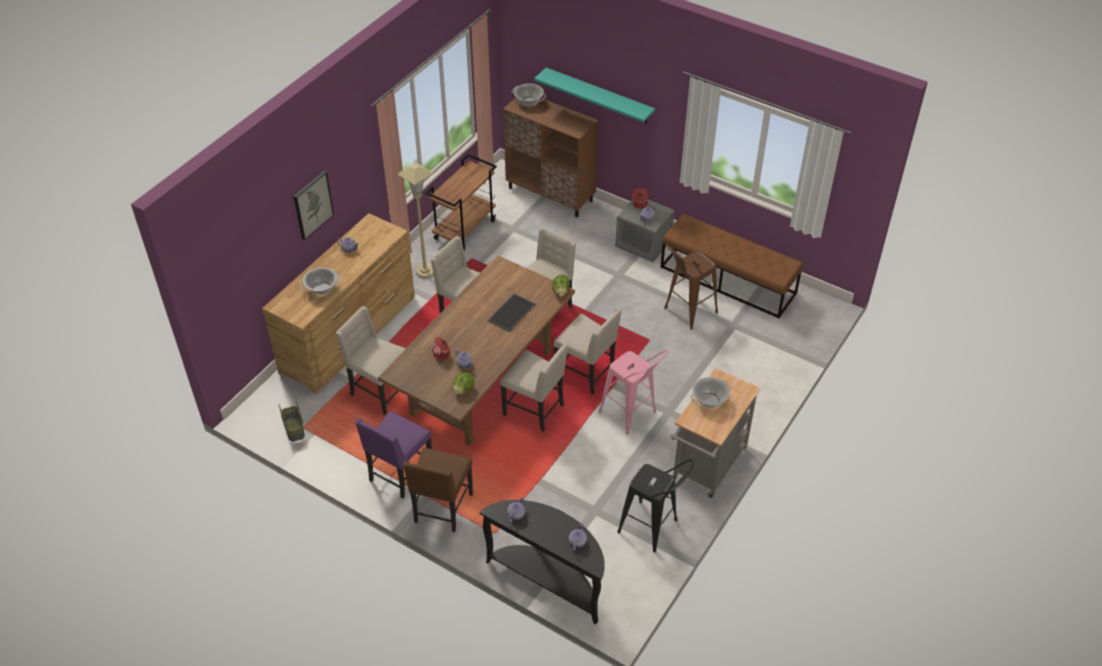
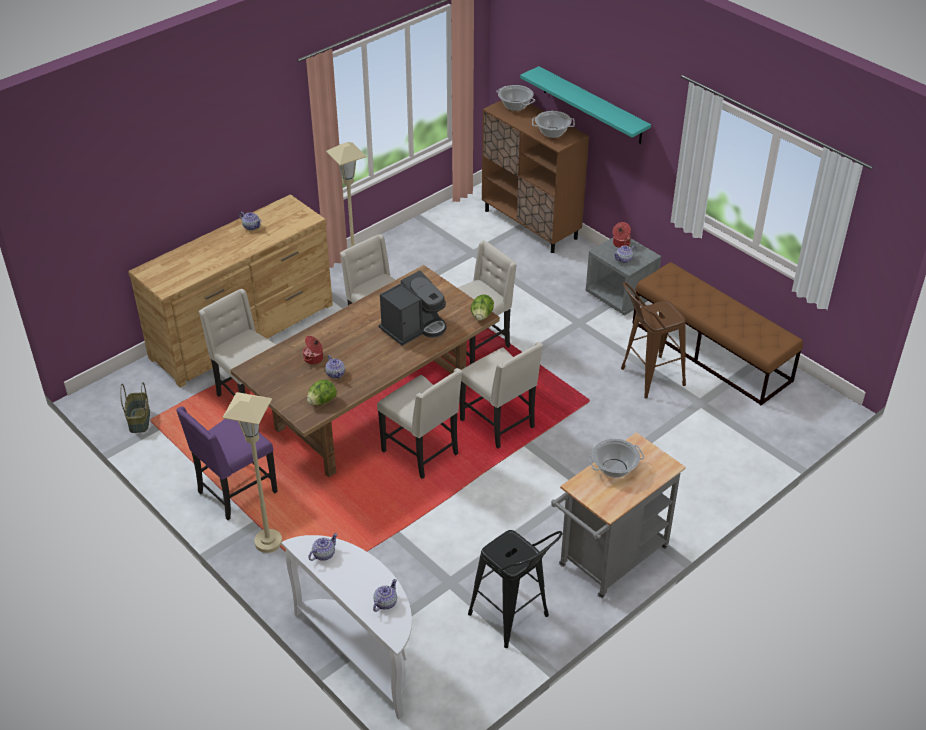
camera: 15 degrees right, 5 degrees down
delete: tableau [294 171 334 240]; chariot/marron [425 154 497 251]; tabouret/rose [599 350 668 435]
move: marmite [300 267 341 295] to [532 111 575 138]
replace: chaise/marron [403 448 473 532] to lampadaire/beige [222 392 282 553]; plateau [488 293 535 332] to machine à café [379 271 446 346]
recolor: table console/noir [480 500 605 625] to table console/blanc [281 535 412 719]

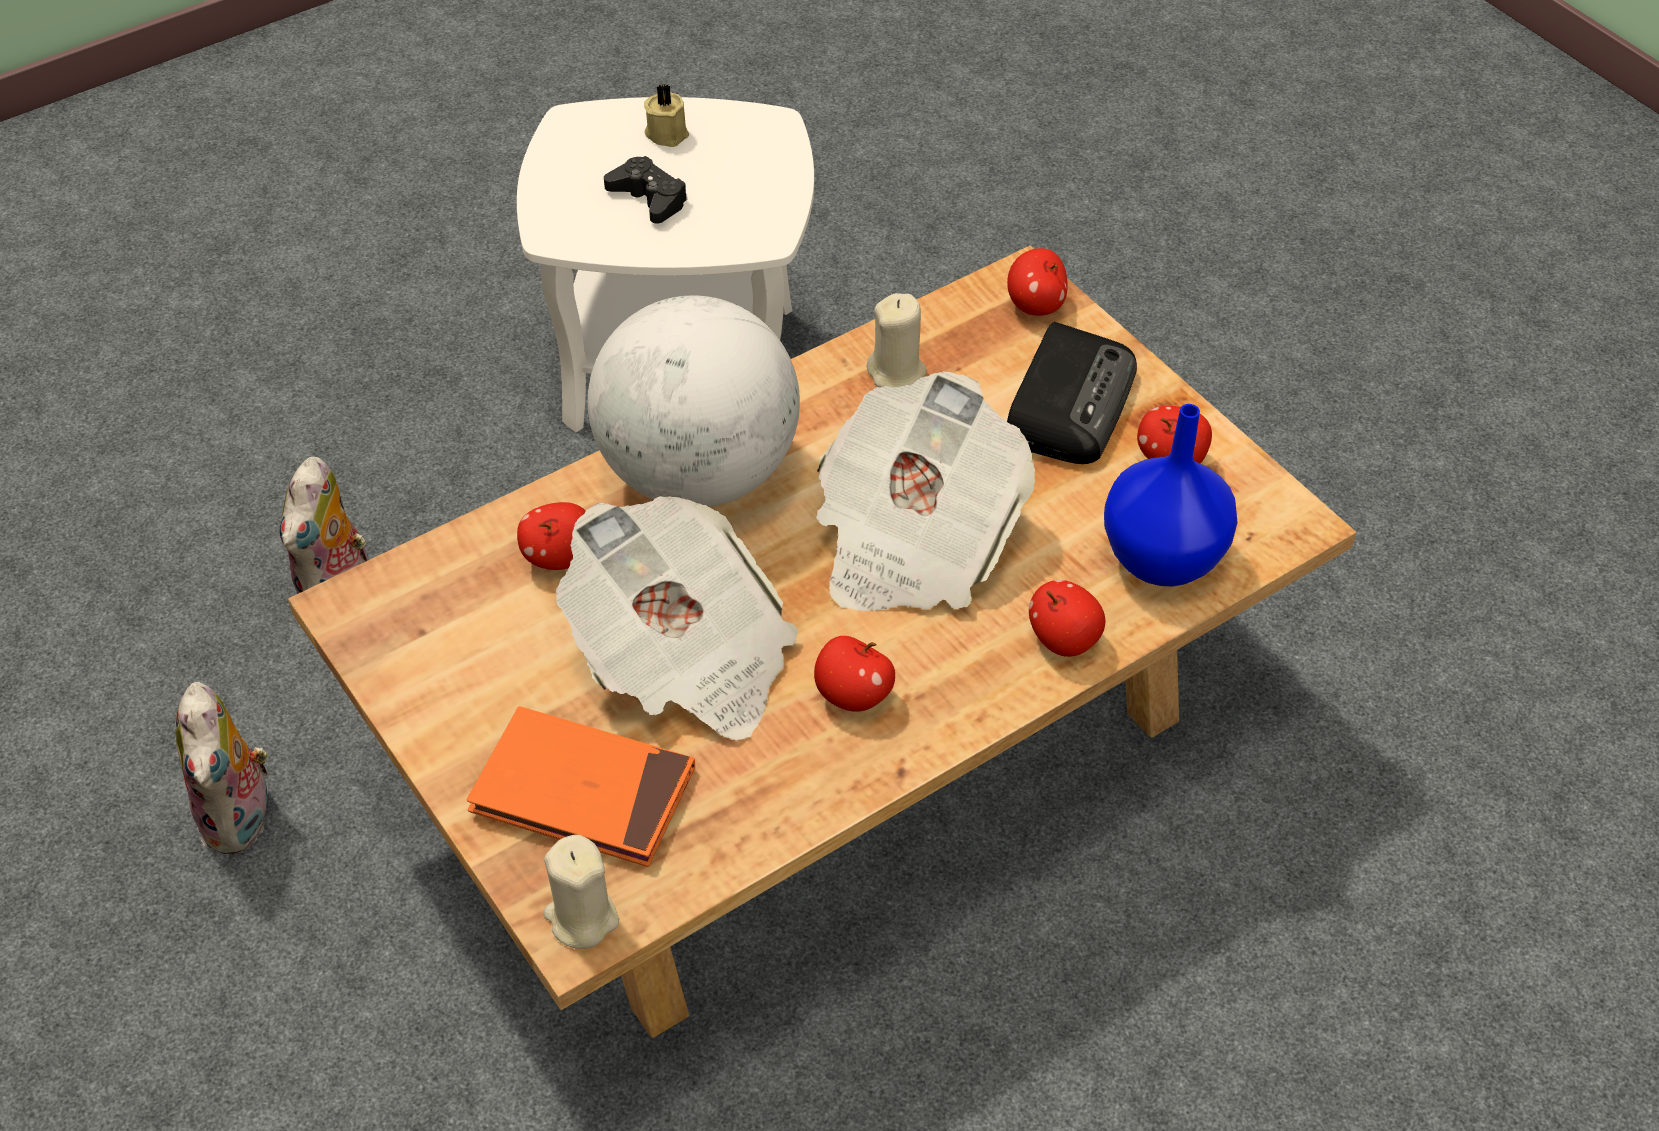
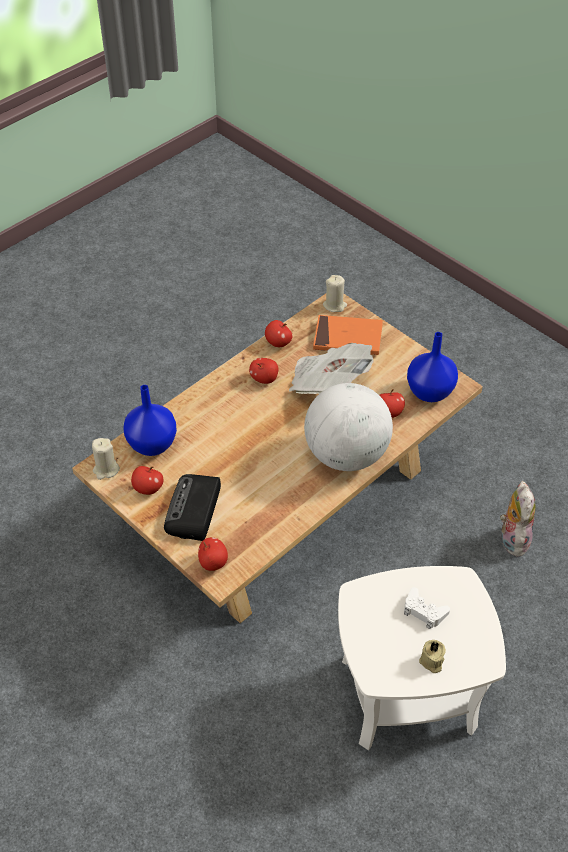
camera: 170 degrees right, 0 degrees up
delete: peluche [176 682 274 854]; journal [816 372 1035 611]
insert: vase/bleu [407 332 458 402]
move: bougie/beige [867 293 927 387] to [92 438 120 480]; pomme [1029 580 1105 657] to [265 320 292 347]
recolor: manette/noir [604 156 688 224] to manette/blanc [404 587 450 629]

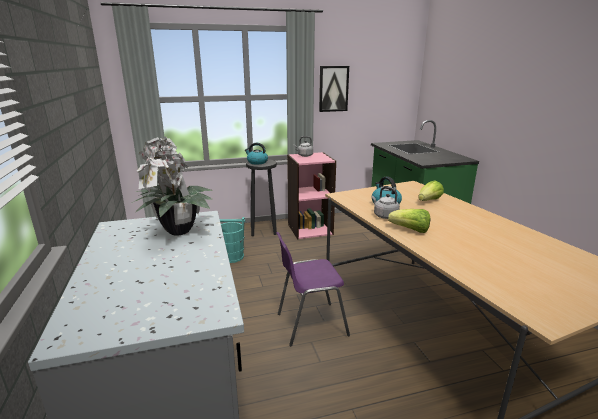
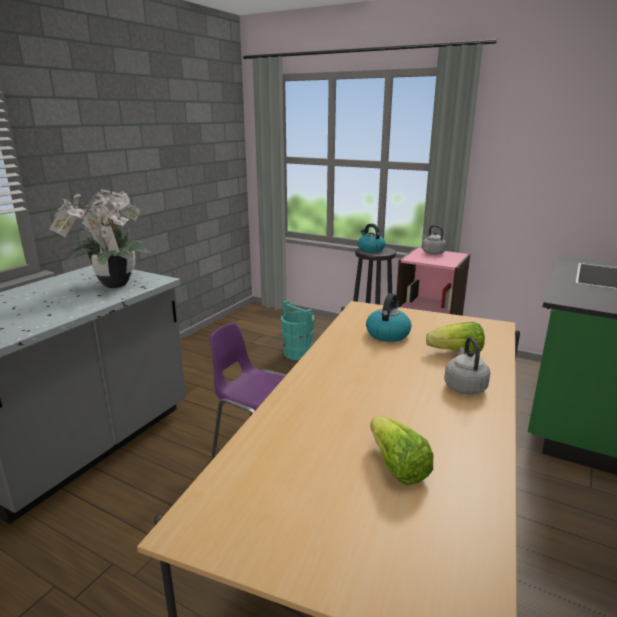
camera: 45 degrees right, 0 degrees up
delete: tableau [319 66 349 112]
move: laitue [388 209 430 233] to [370 416 434 485]; bouilloire/gris [372 187 400 219] to [444 337 490 395]

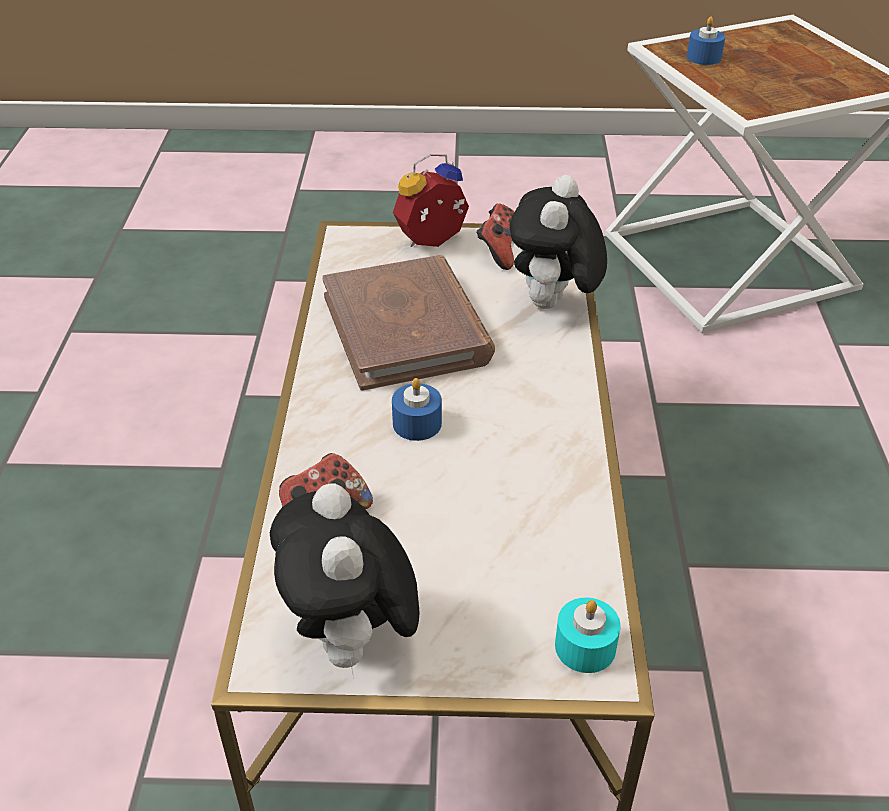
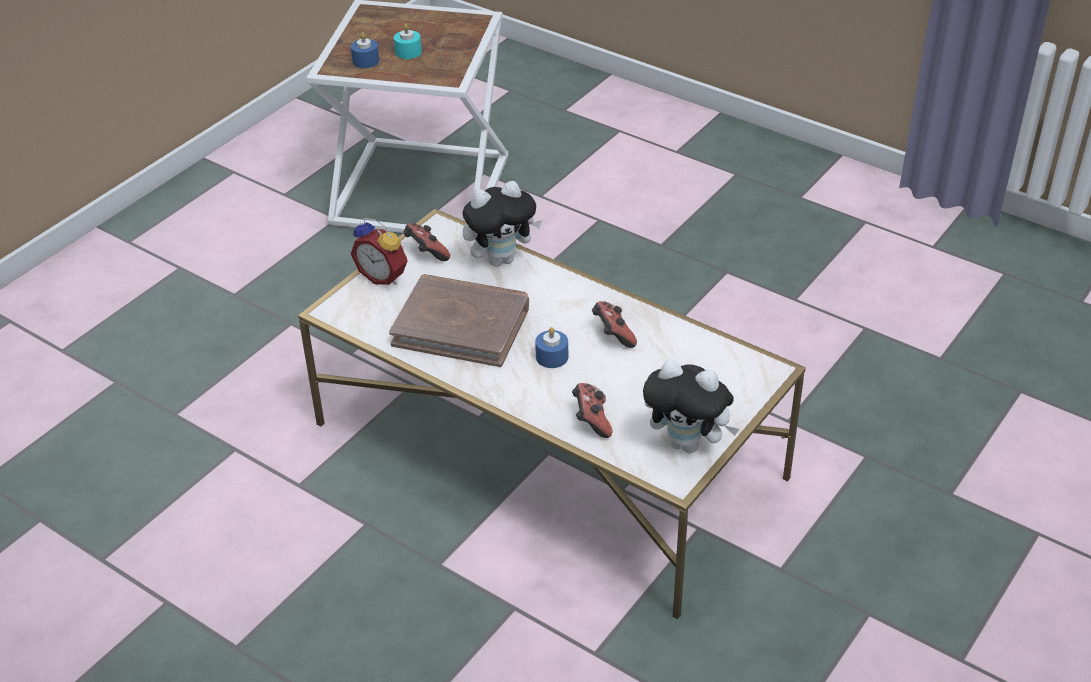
camera: 55 degrees left, 0 degrees up
insert: manette [592 301 637 348]
move: bougie/turquoise [555 598 620 673] to [394 24 422 59]
rotate: réveil [393 154 469 247] = [351 218 408 285] 60 degrees counterclockwise; peluche [510 175 607 309] = [462 181 542 267] 75 degrees counterclockwise

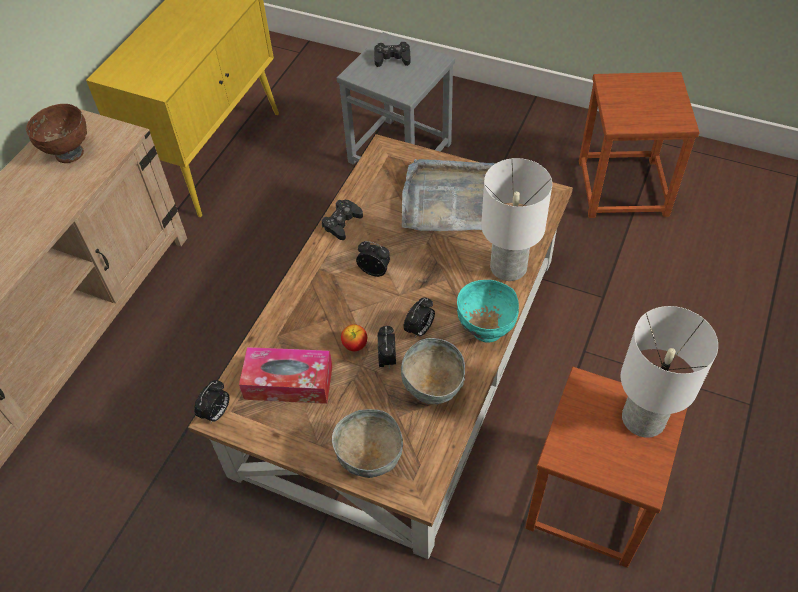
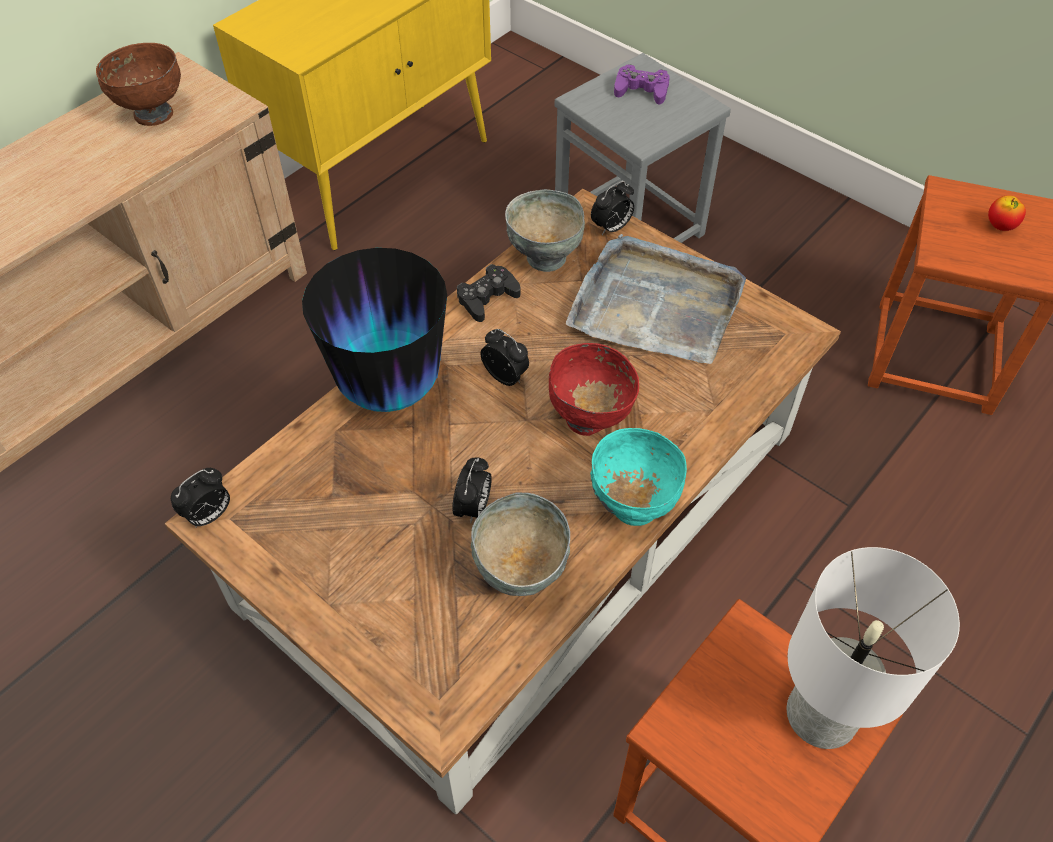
camera: 15 degrees right, 0 degrees up
delete: boîte à mouchoirs [239 347 332 404]; lampe de table/blanc [481 158 552 281]
insert: vase [302 248 447 412]; bol/rouge [549 343 639 436]
move: bol/gris [332 409 403 478] to [505 189 585 272]; réveil [403 298 435 338] to [591 181 634 235]; pomme [341 324 367 351] to [988 195 1026 231]
recolor: manette/noir [374 42 411 67] to manette/violet [614 64 670 104]

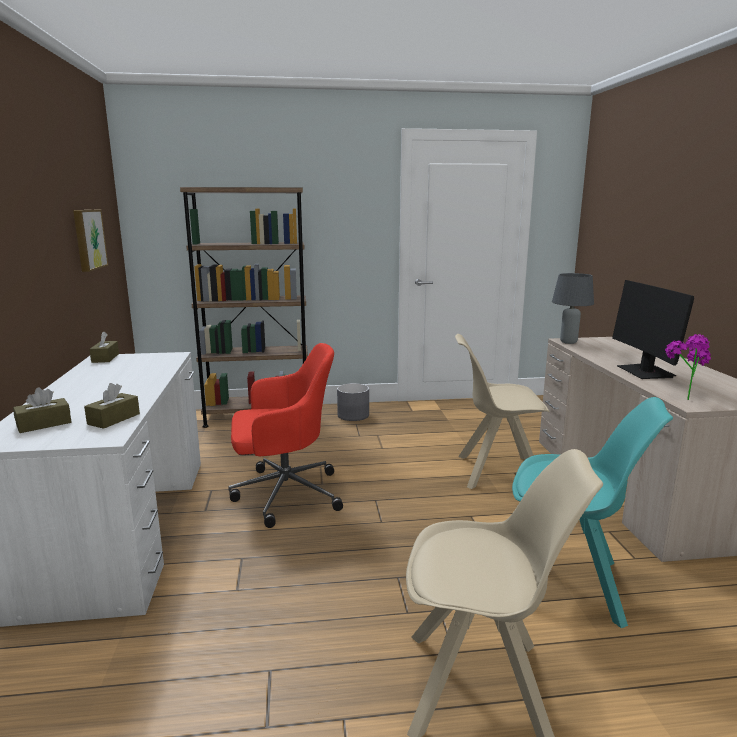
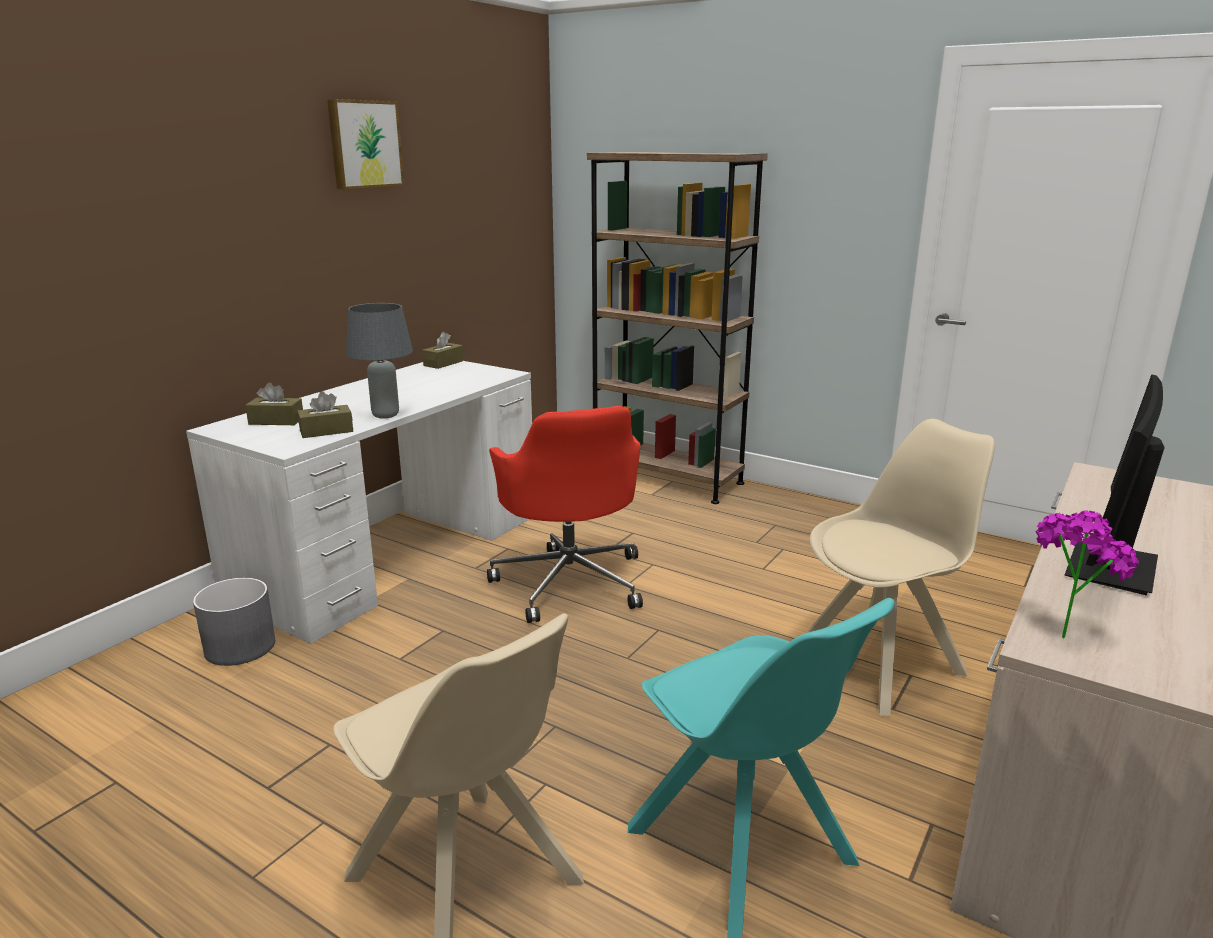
camera: 40 degrees right, 5 degrees up
move: cache-pot/gris [337 383 369 421] to [193 578 275 666]; tableau [73 210 109 272] to [327 99 404 189]; lampe de table/gris [552 273 594 344] to [346 303 413 419]
rotate: chaise de bureau/rouge [228 343 343 528] = [487 406 643 623] 45 degrees clockwise; chaise/beige [455 334 550 489] = [806 419 995 716] 105 degrees clockwise

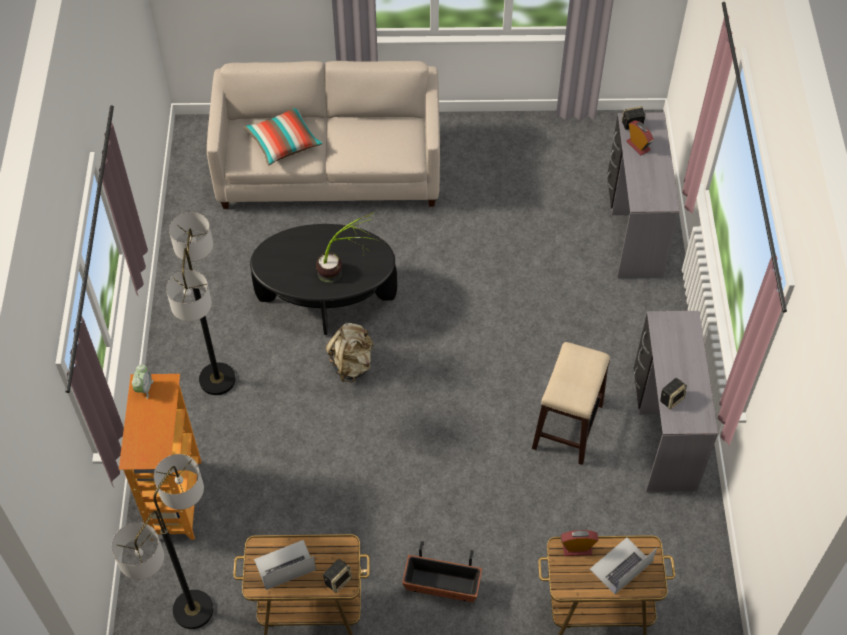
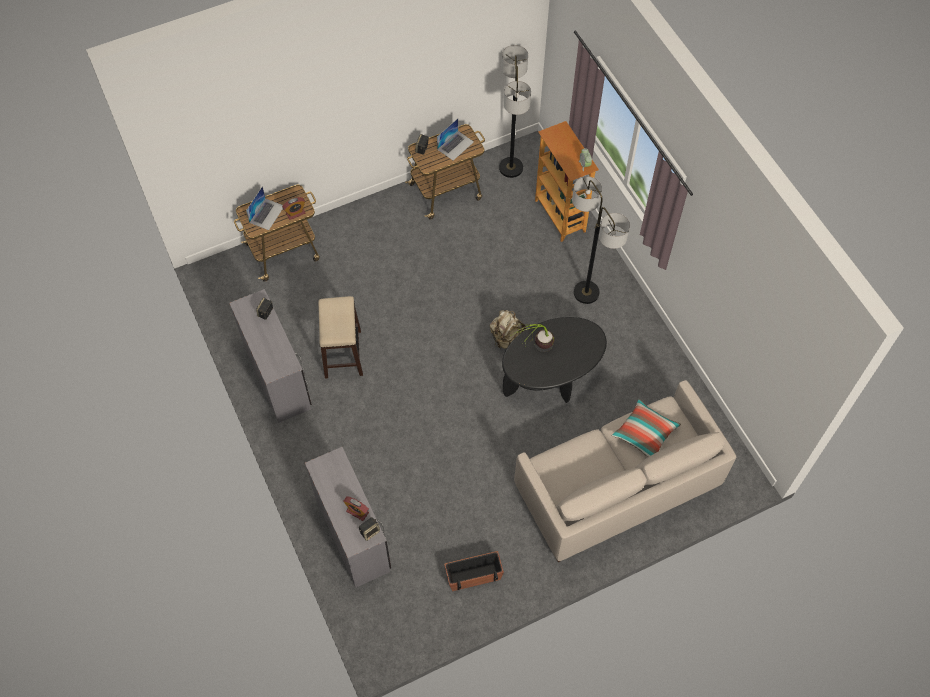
camera: 155 degrees right, 5 degrees up
move: cache-pot [402 541 482 602] to [444 551 504 591]

